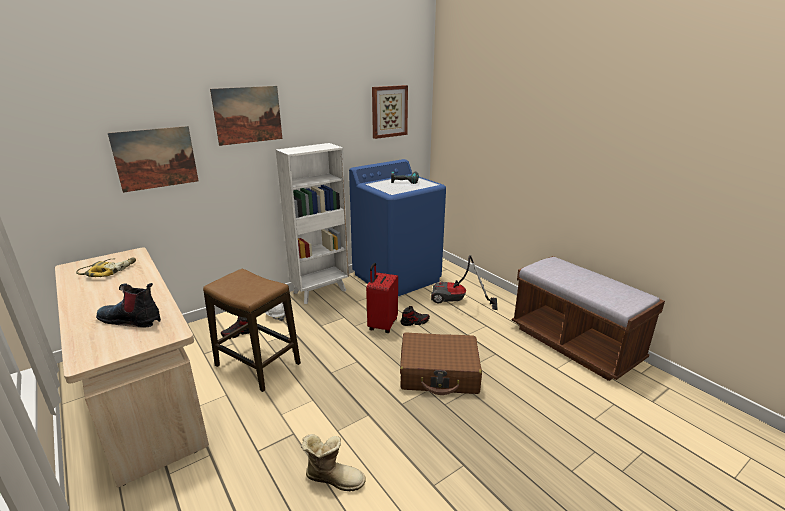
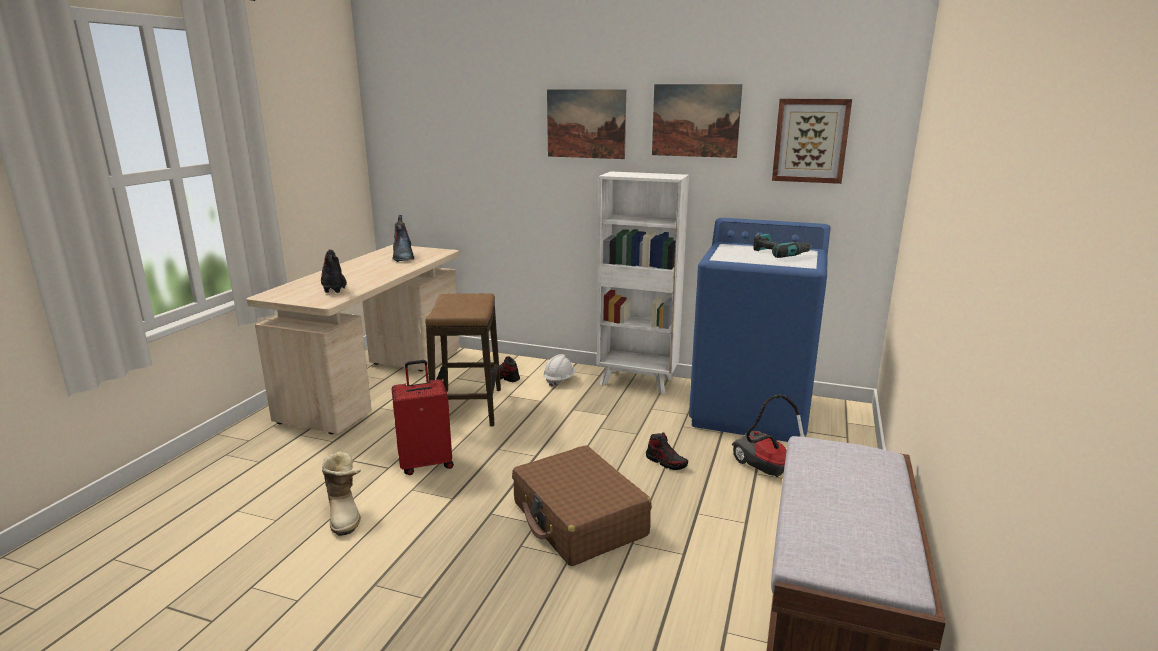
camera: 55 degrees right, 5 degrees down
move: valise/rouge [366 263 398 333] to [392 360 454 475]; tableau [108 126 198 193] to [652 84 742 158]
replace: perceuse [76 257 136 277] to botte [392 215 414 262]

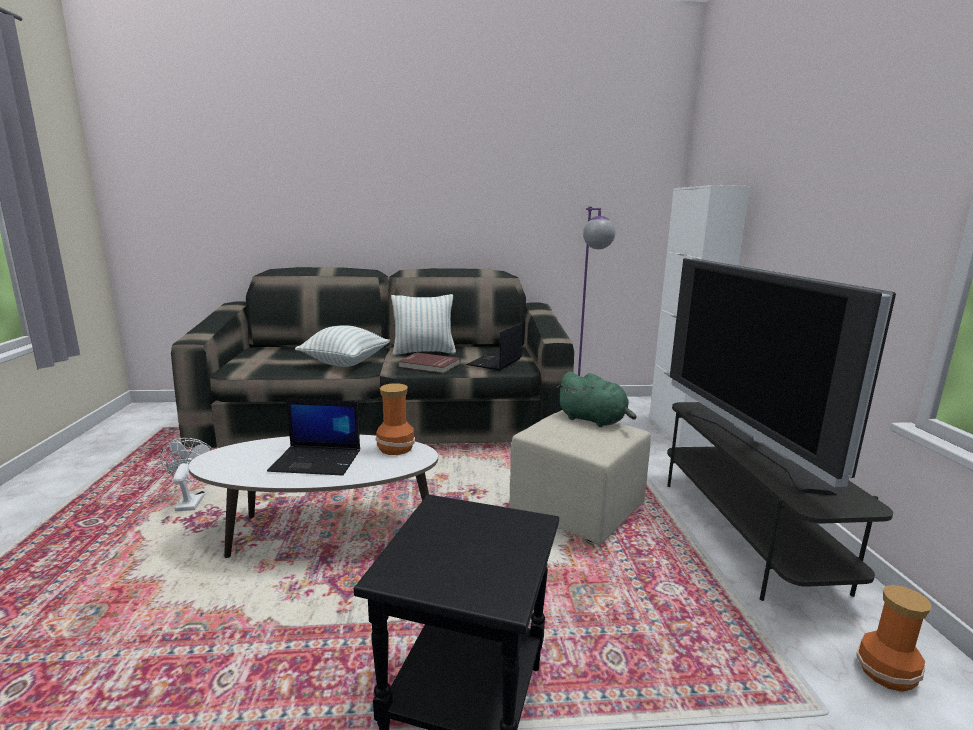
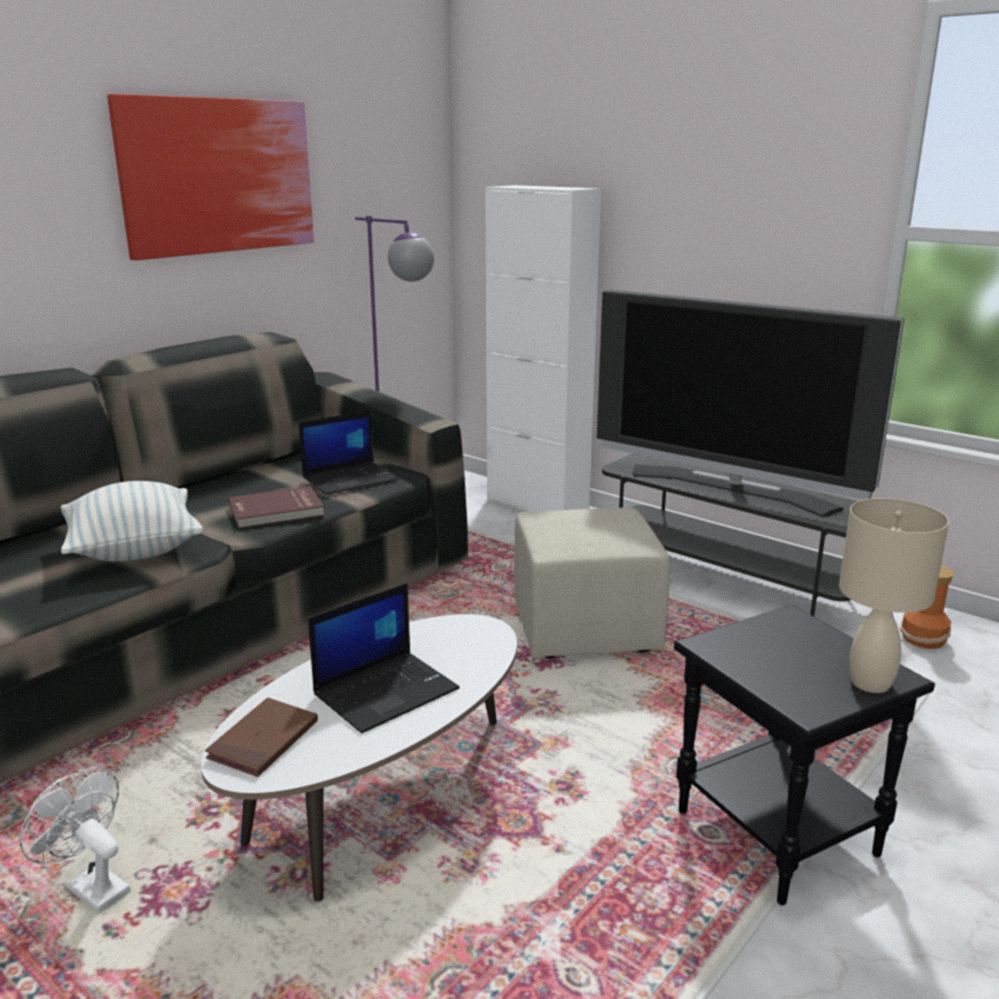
camera: 45 degrees left, 5 degrees up
delete: vase [375 383 415 455]; coussin [391 294 456 355]; peluche/vert [556 372 636 427]
insert: tableau [107 94 314 260]; livre/marron [205 698 318 777]; lampe de table/beige [839 498 949 693]
rotate: ordinateur portable [466 323 522 371] = [299 411 399 495] 105 degrees counterclockwise

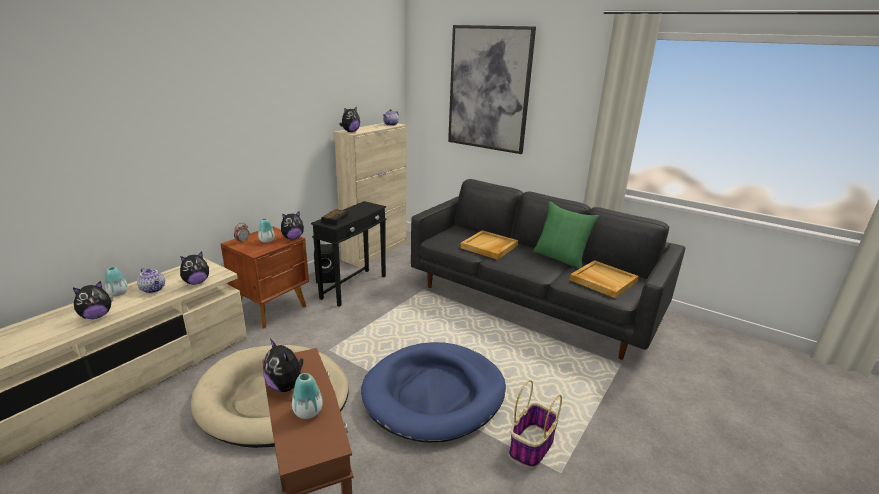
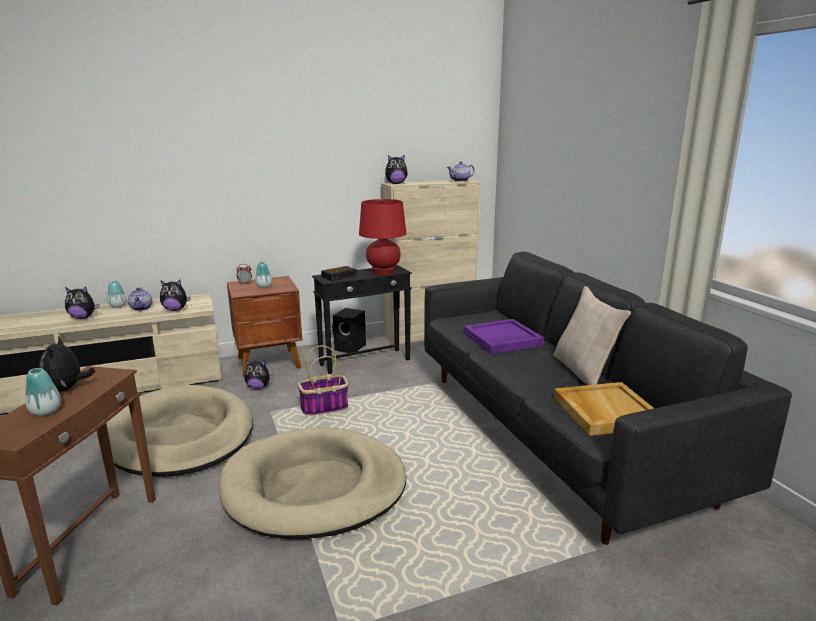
camera: 35 degrees right, 5 degrees down
delete: tableau [448 25 536 154]
insert: lampe de table/rouge [359 199 406 275]
move: peluche [281 212 304 239] to [244 360 274 390]; panier [509 380 562 468] to [298 345 348 416]
recolor: panier pour chien/bleu [361 342 506 442] to panier pour chien/beige [219 427 406 539]; plateau/beige [460 230 518 260] to plateau/violet [464 319 544 354]; coussin/vert [533 202 599 269] to coussin/beige [553 286 631 385]

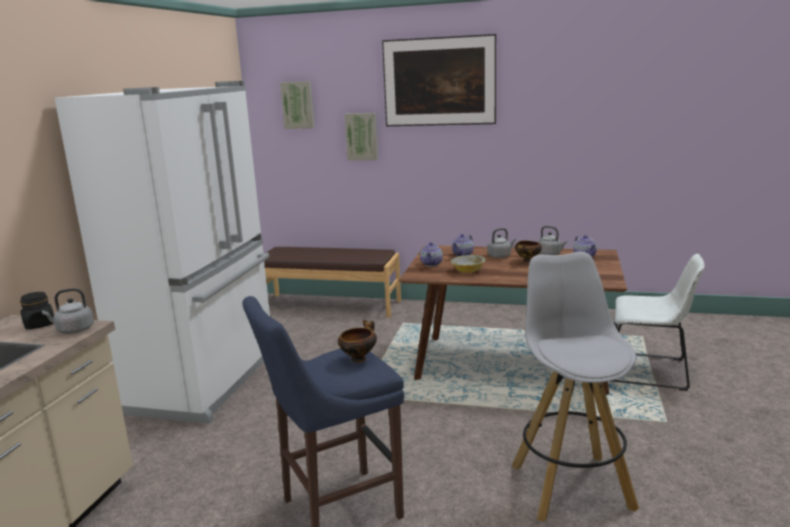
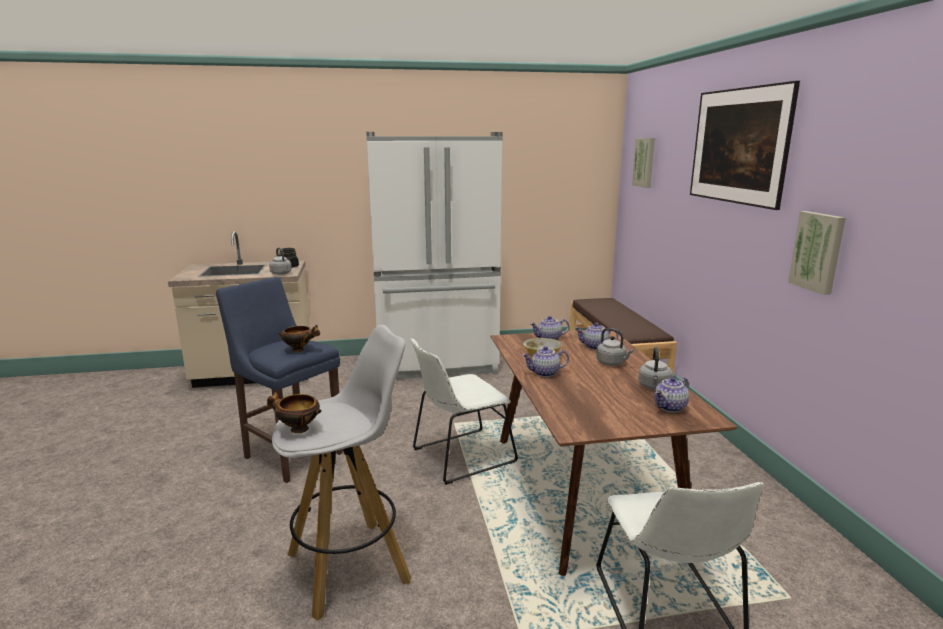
camera: 65 degrees right, 0 degrees up
insert: chaise/blanc [410 338 518 485]; théière [522 346 569 377]
move: bol [515 240 542 263] to [267 392 322 433]; tableau [344 113 378 160] to [788 211 845 295]

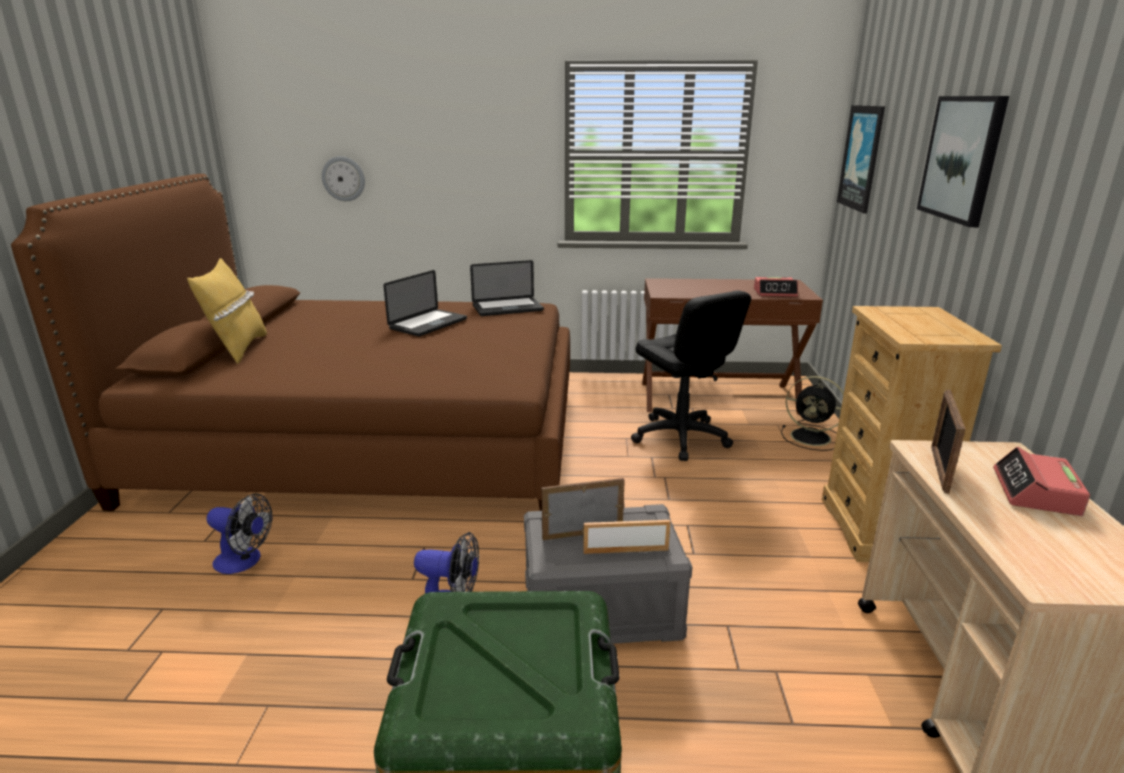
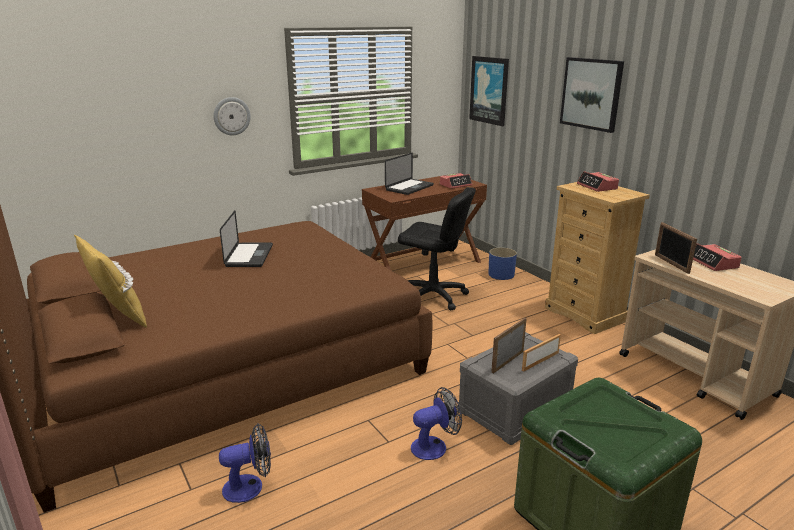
camera: 35 degrees left, 0 degrees up
insert: réveil [577 171 619 192]
move: horloge murale [322 156 365 201] to [213 97 251 135]; ordinateur portable [470 260 544 316] to [385 153 434 195]
replace: ventilateur/noir [781 376 844 451] to cache-pot/bleu [488 247 517 280]

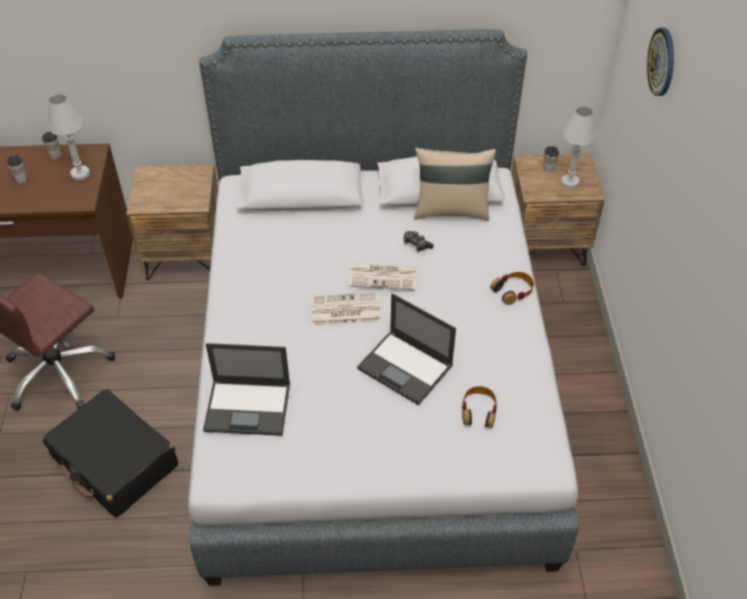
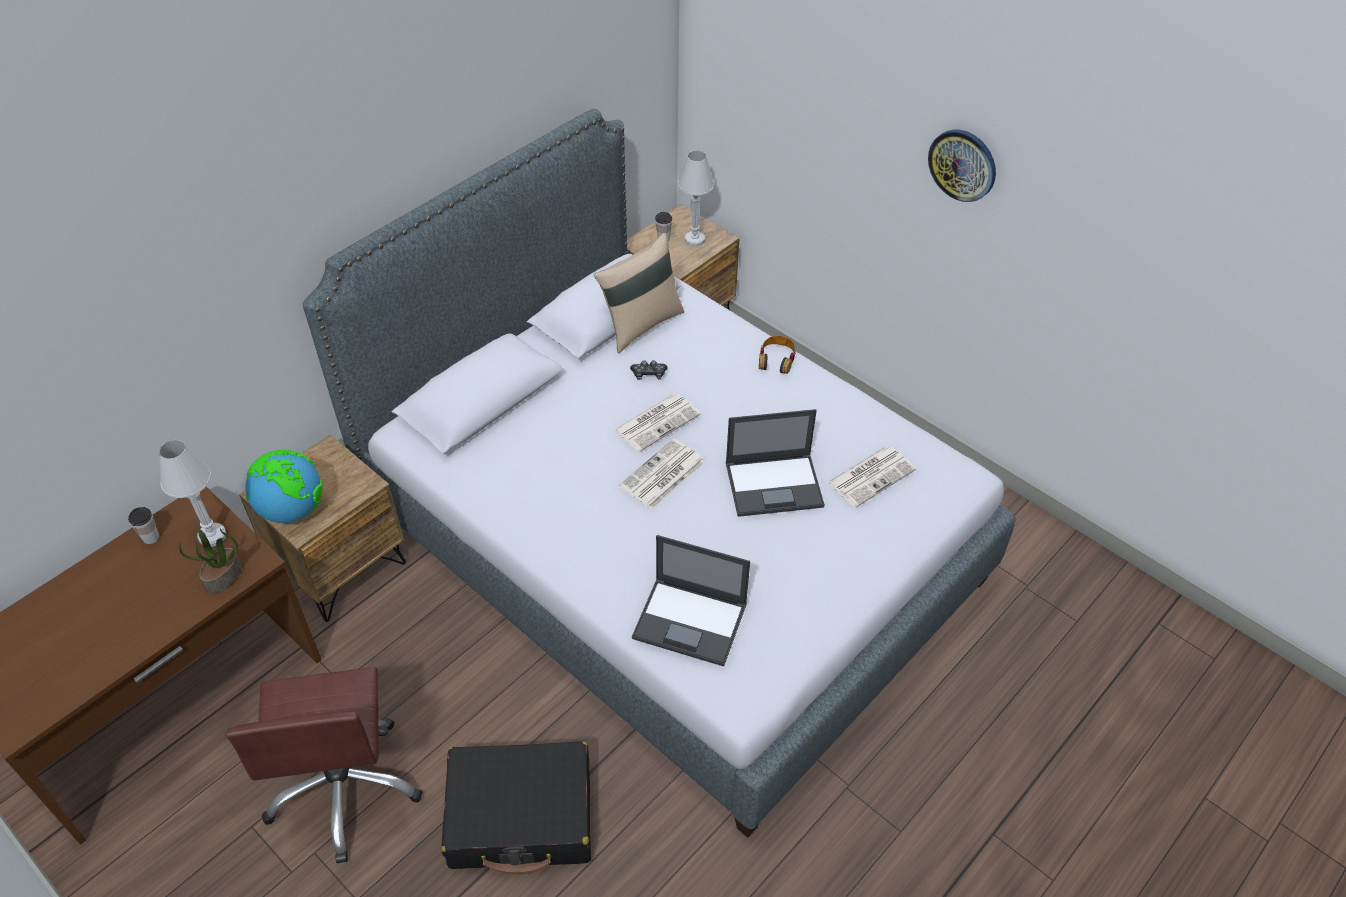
camera: 45 degrees left, 0 degrees up
delete: tasse [7 155 27 183]
insert: plante en pot [179 528 242 594]; globe [245 449 323 523]
move: horloge murale [647 28 674 96] to [928 130 996 202]
replace: casque audio [462 386 497 428] to journal [827 446 916 508]
rotate: ordinateur portable [203 343 290 436] = [632 535 750 667] 60 degrees clockwise

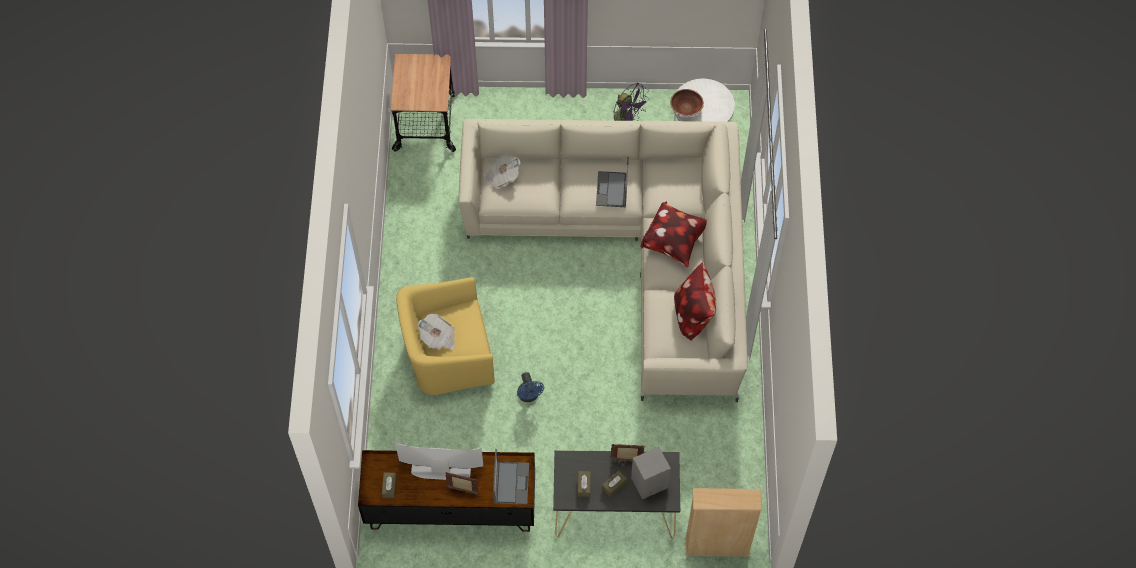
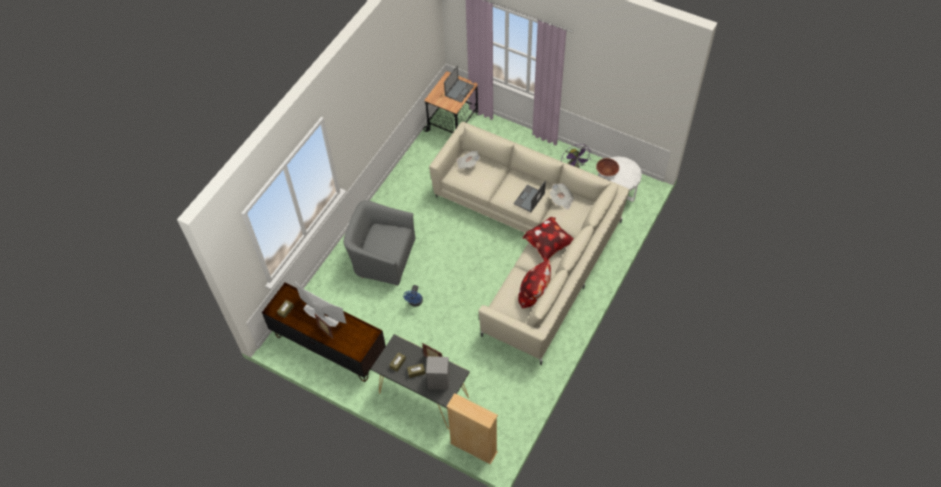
camera: 30 degrees right, 5 degrees down
move: ordinateur portable [493 449 529 504] to [444 65 474 103]; journal [418 314 455 350] to [550 183 574 210]
recolor: fauteuil/jaune [396 277 495 396] to fauteuil/gris [344 200 415 285]

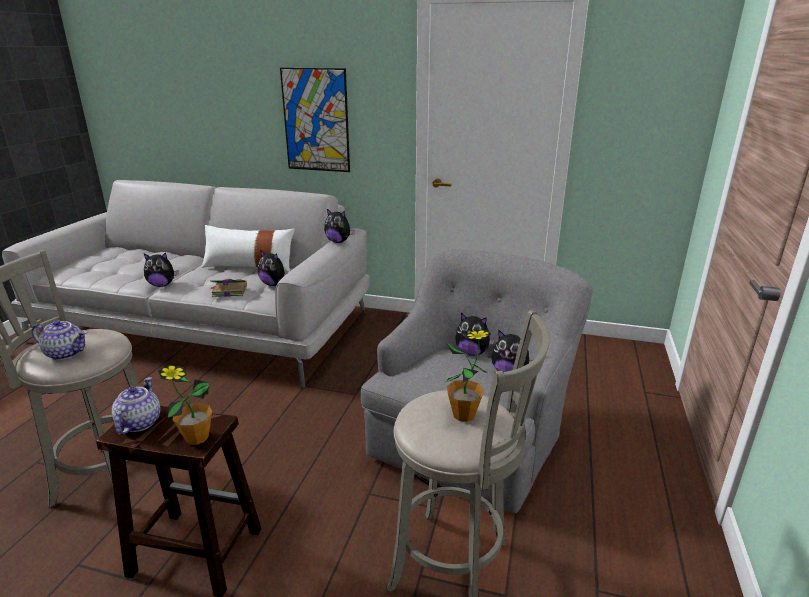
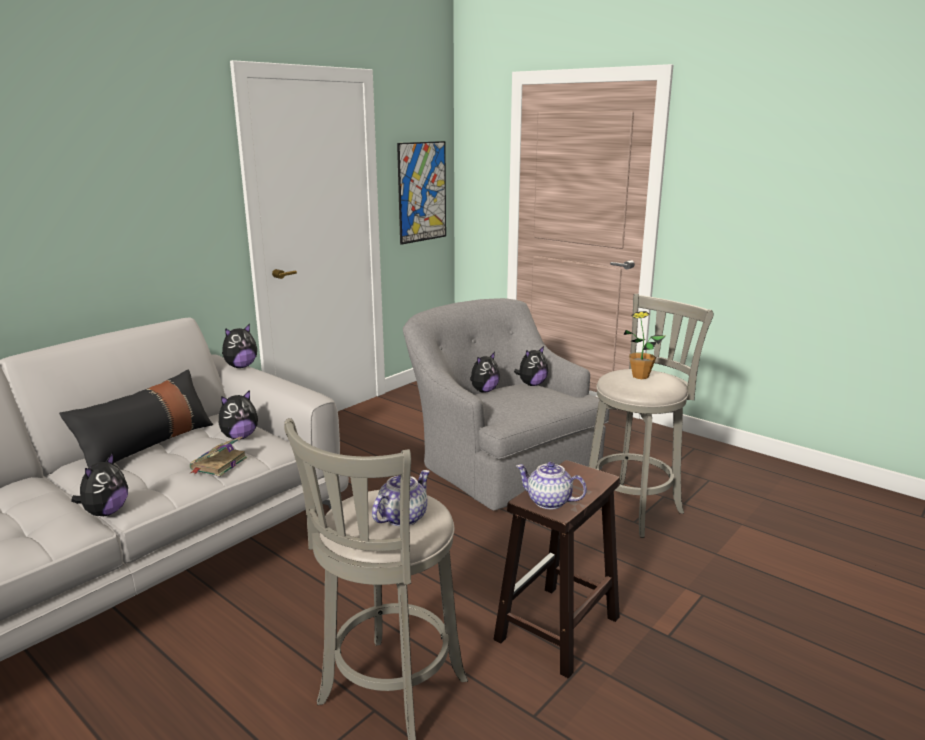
camera: 65 degrees left, 5 degrees down
delete: plante en pot [158 365 212 445]
move: tableau [280 68 350 172] to [397 141 446 245]
recolor: coussin/blanc [202 225 294 272] to coussin/noir [59 369 213 469]

